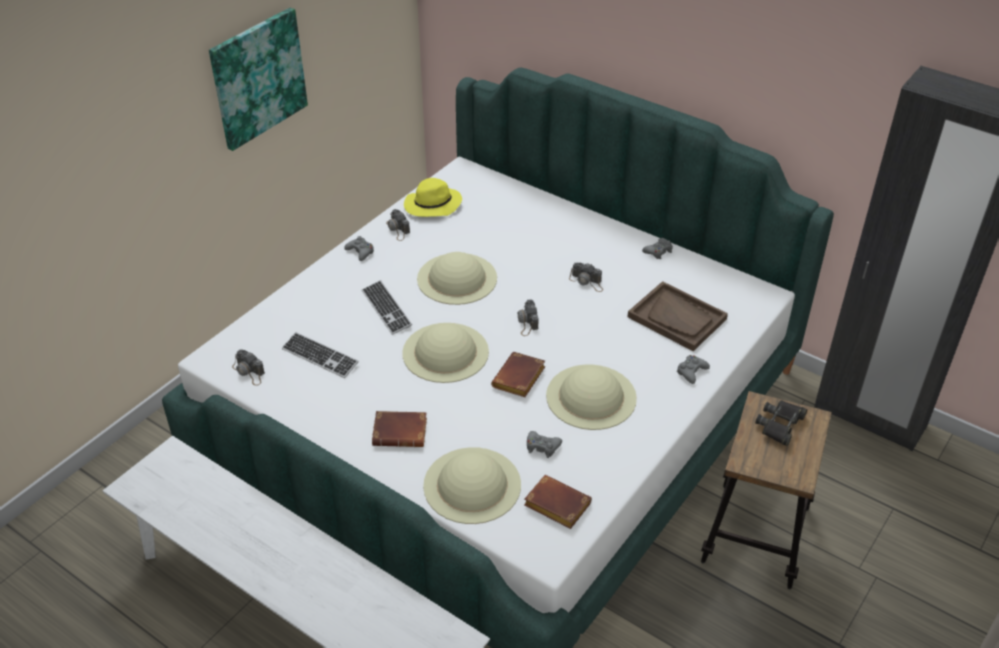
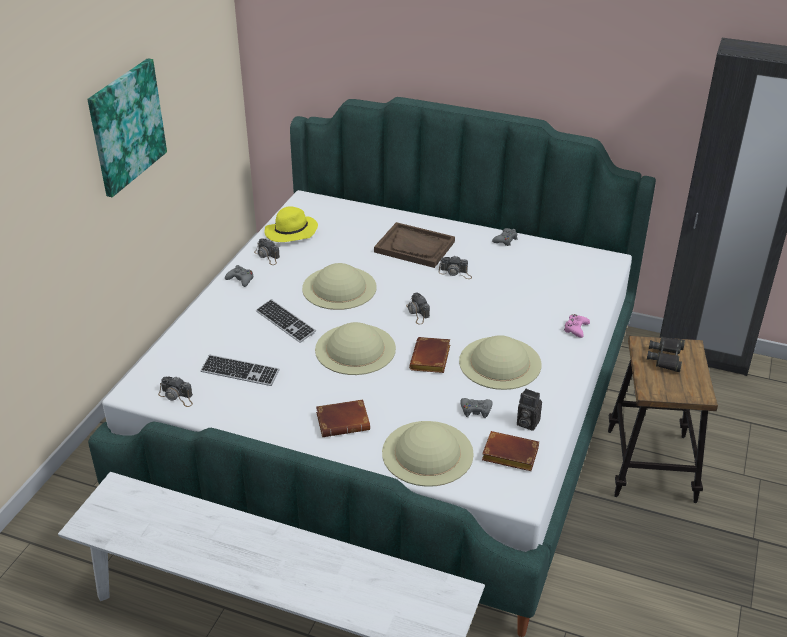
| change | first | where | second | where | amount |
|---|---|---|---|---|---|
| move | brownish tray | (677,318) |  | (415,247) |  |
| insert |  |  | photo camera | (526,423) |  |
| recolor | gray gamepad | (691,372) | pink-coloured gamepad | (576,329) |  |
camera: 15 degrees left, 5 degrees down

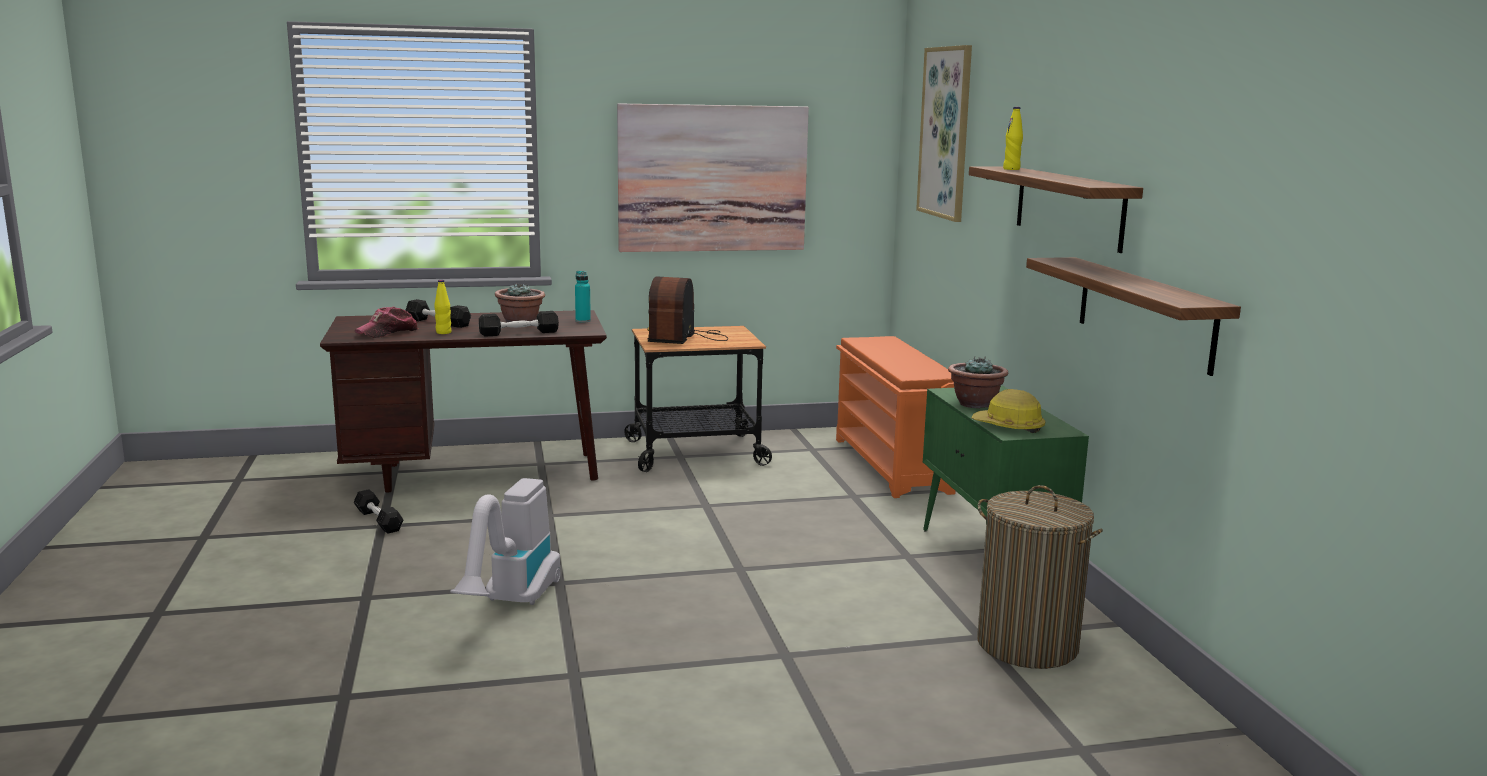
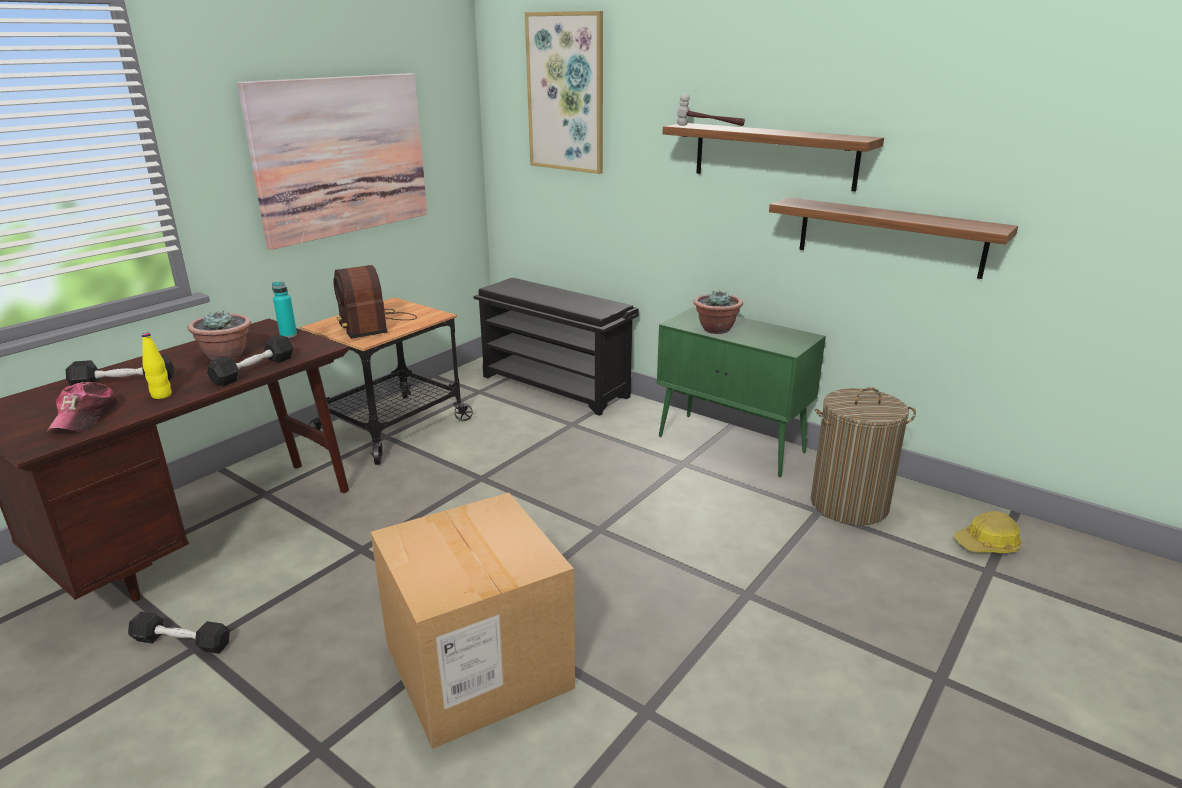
| change | first | where | second | where | amount |
|---|---|---|---|---|---|
| replace | vacuum cleaner | (512,603) | carton | (478,667) |  |
| recolor | orange-coloured shoe rack | (893,465) | black shoe rack | (556,386) |  |
| replace | yellowish beverage bottle | (1011,169) | hand hammer | (709,126) |  |
| move | hard hat | (1008,427) |  | (987,544) |  |
camera: 40 degrees left, 10 degrees up

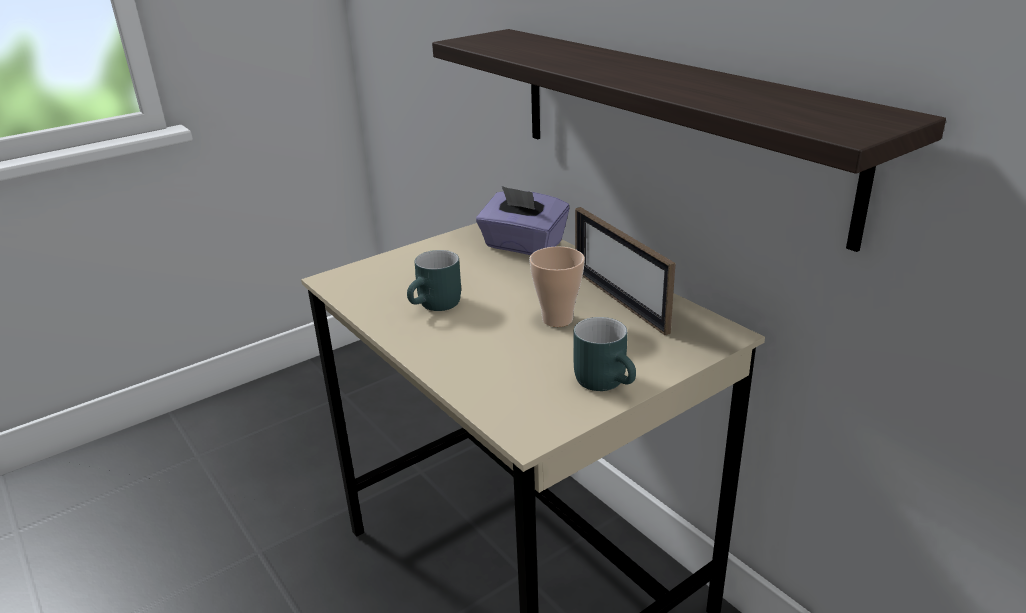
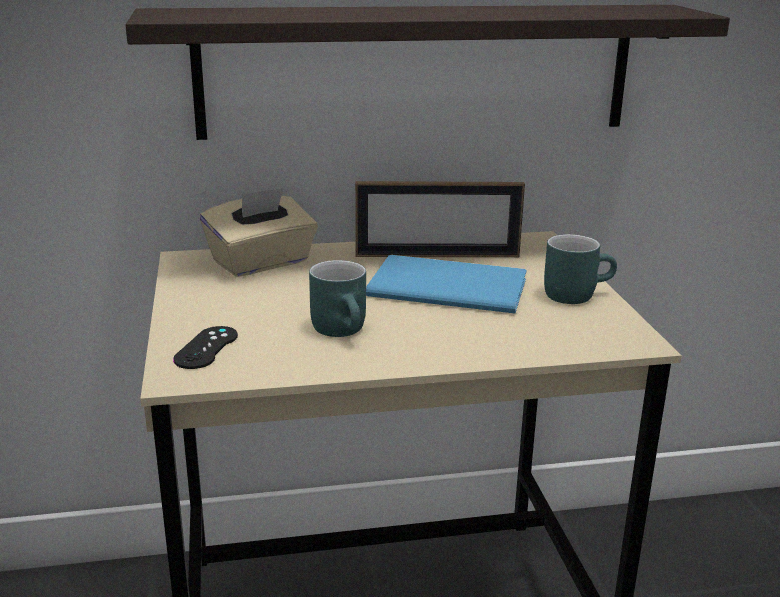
| change | first | where | second | where | amount |
|---|---|---|---|---|---|
| insert |  |  | black gamepad | (206,348) |  |
| recolor | purplish tissue box | (523,246) | beige-coloured tissue box | (262,263) |  |
| replace | cup | (557,319) | blue-coloured volume | (444,285) |  |
camera: 65 degrees left, 5 degrees down

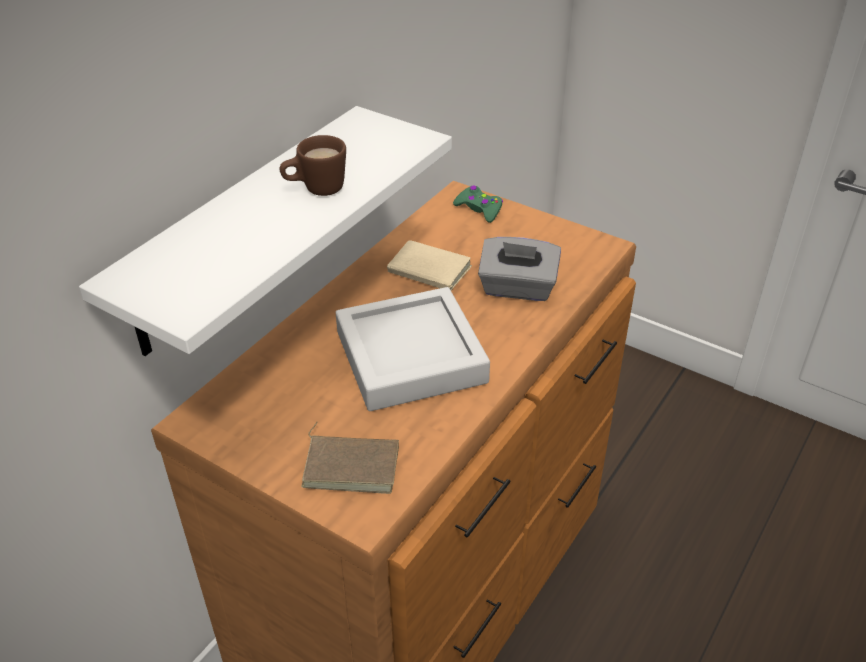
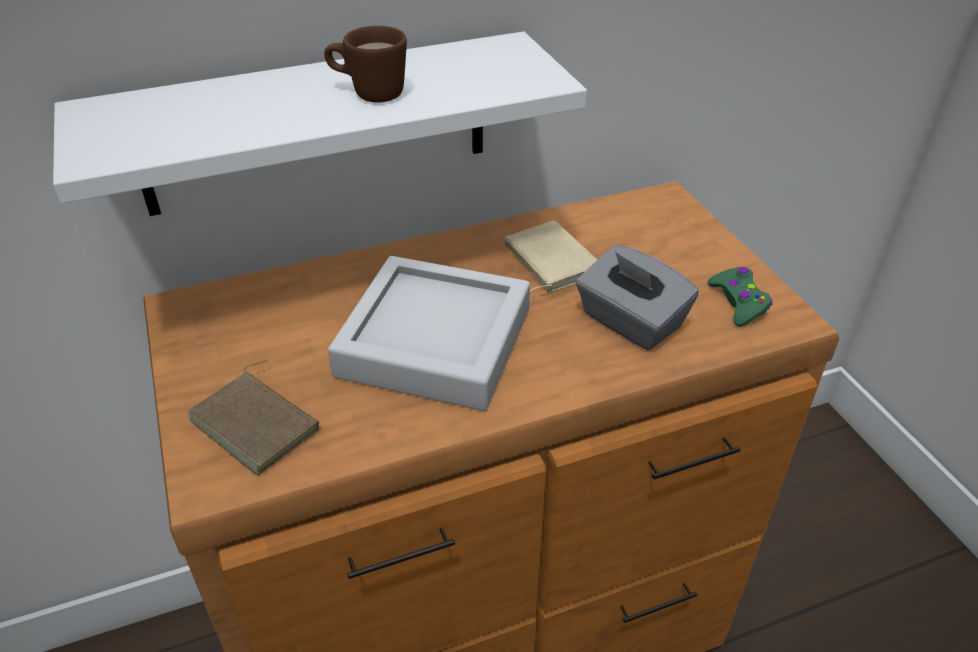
| change | first | where | second | where | amount |
|---|---|---|---|---|---|
| move | green-coloured gamepad | (479,209) |  | (738,302) |  |
camera: 35 degrees right, 0 degrees up

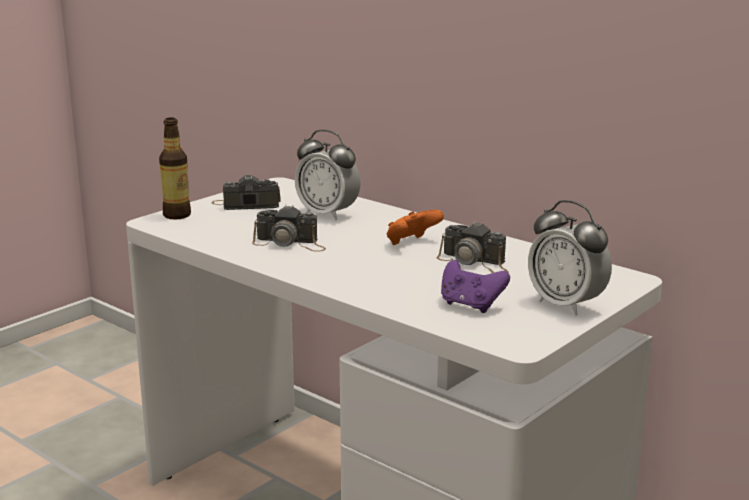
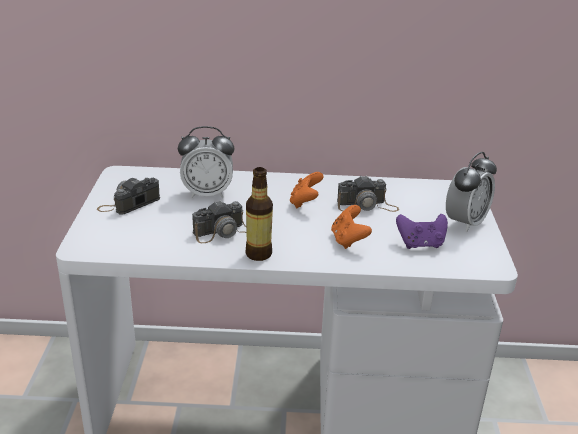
| change | first | where | second | where | amount |
|---|---|---|---|---|---|
| move | beverage bottle | (177,215) |  | (258,254) |  |
| insert |  |  | orange-coloured gamepad | (348,240) |  |
| rotate | alarm clock | (566,305) |  | (465,222) | 60 degrees counterclockwise |
camera: 40 degrees left, 10 degrees up

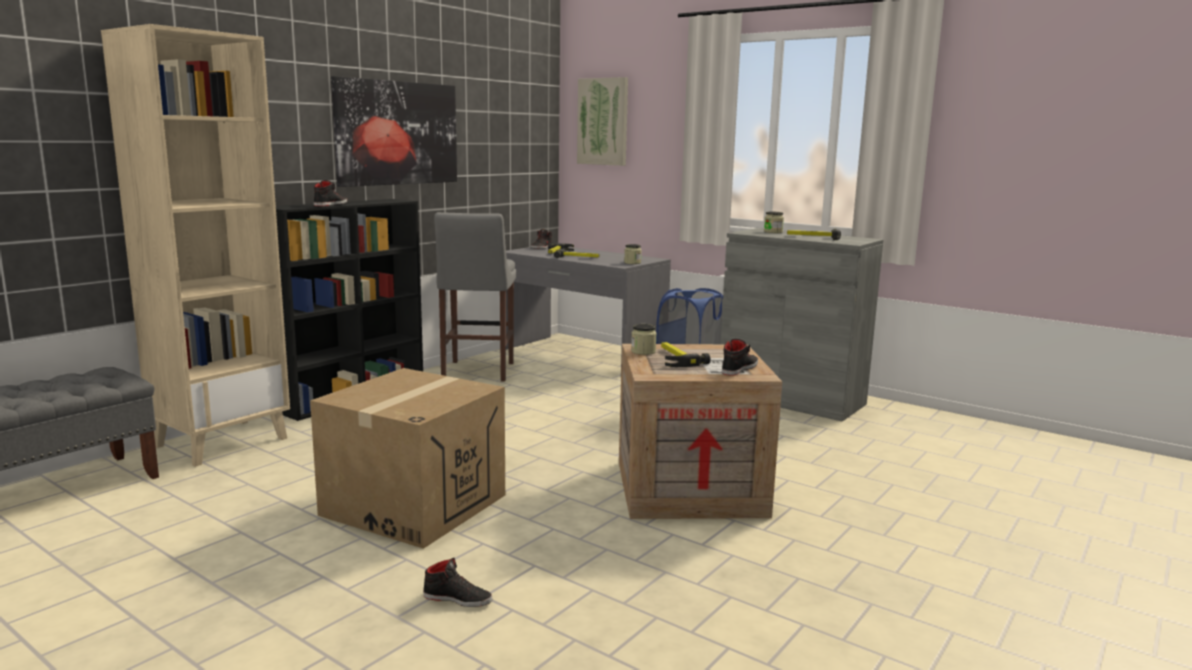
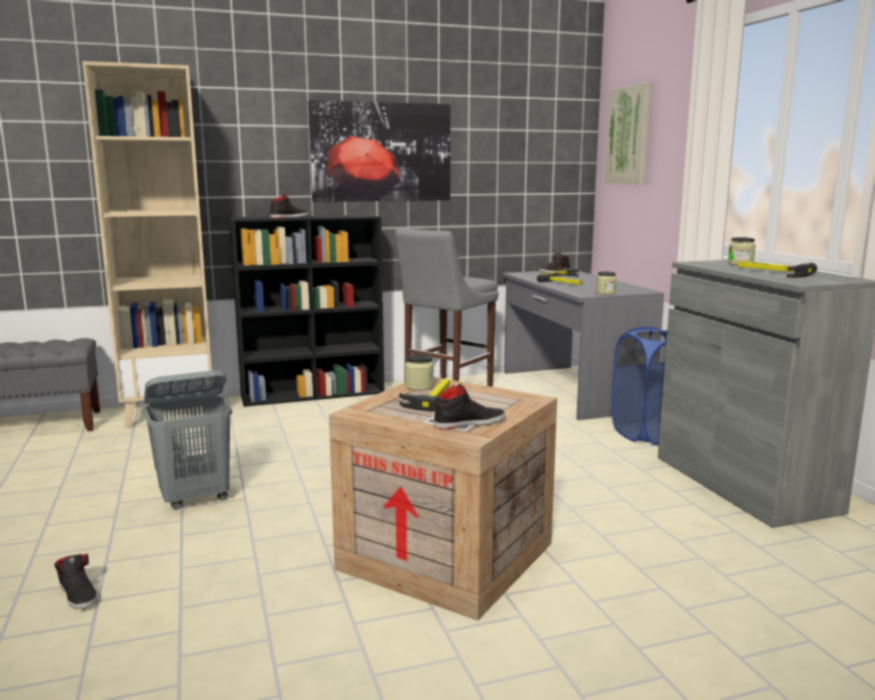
| change | first | where | second | where | amount |
|---|---|---|---|---|---|
| replace | carton | (414,504) | gray washing basket | (196,498) |  |
camera: 35 degrees right, 0 degrees up

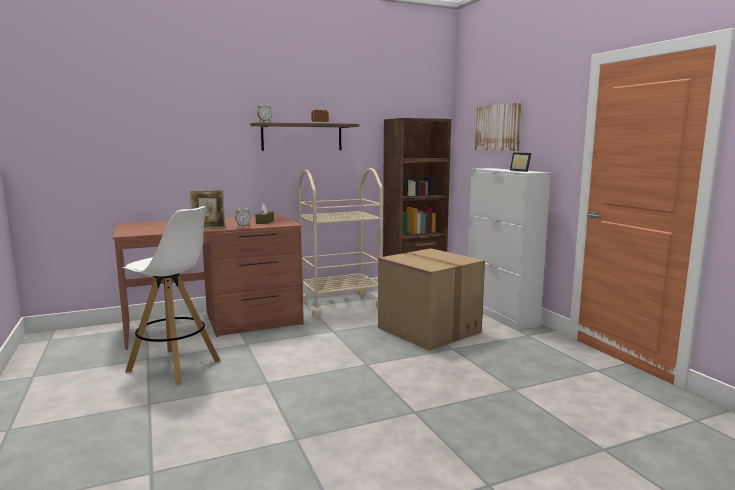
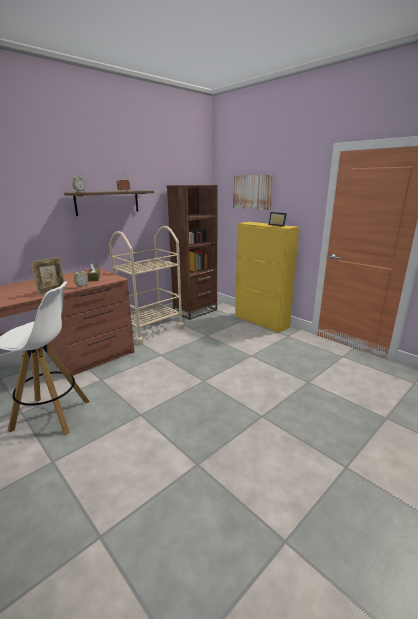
| change | first | where | second | where | amount |
|---|---|---|---|---|---|
| recolor | white storage cabinet | (500,314) | yellowish storage cabinet | (261,321) |  |
| delete | carton | (427,330) |  |  |  |
camera: 20 degrees left, 10 degrees up

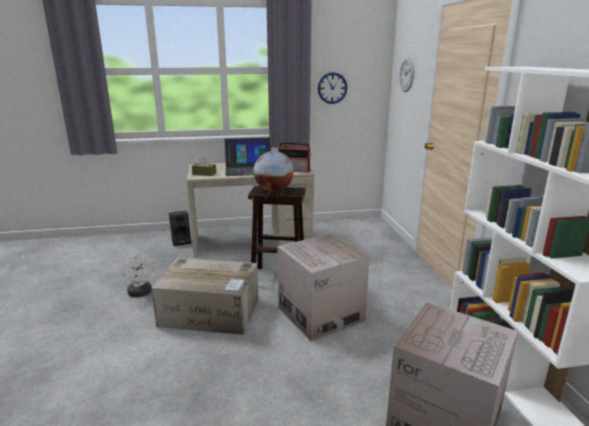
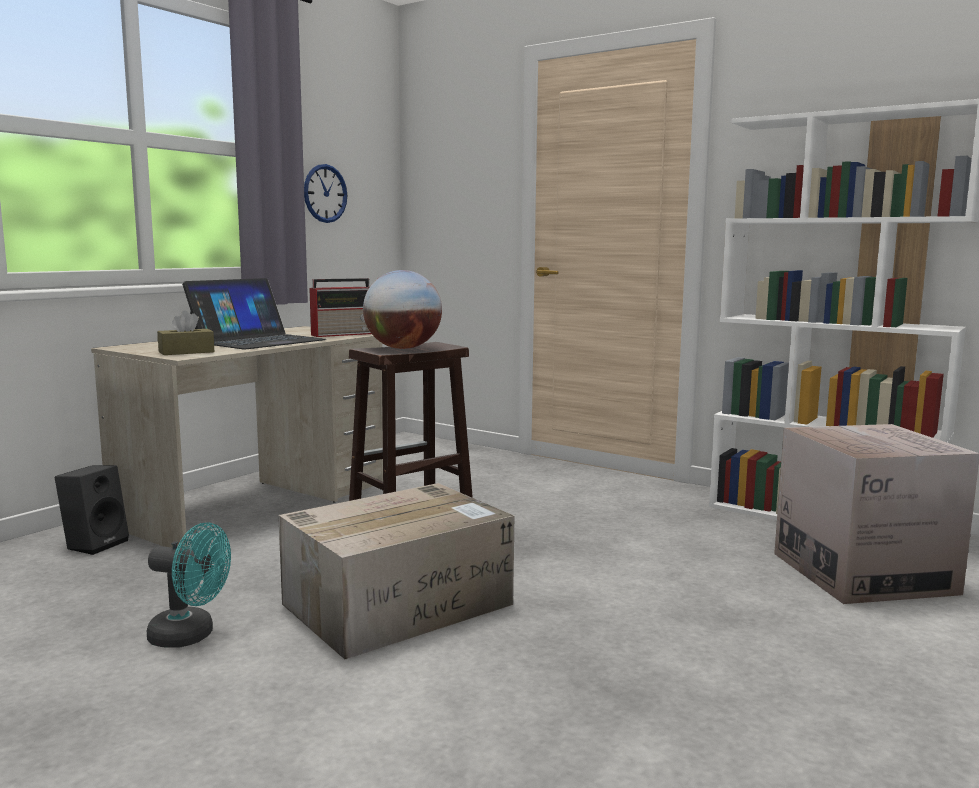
| change | first | where | second | where | amount |
|---|---|---|---|---|---|
| recolor | white cooling fan | (141,293) | blue-green cooling fan | (191,636) |  |
| delete | carton | (320,314) |  |  |  |
| delete | clock on the wall | (406,75) |  |  |  |
camera: 45 degrees left, 10 degrees down

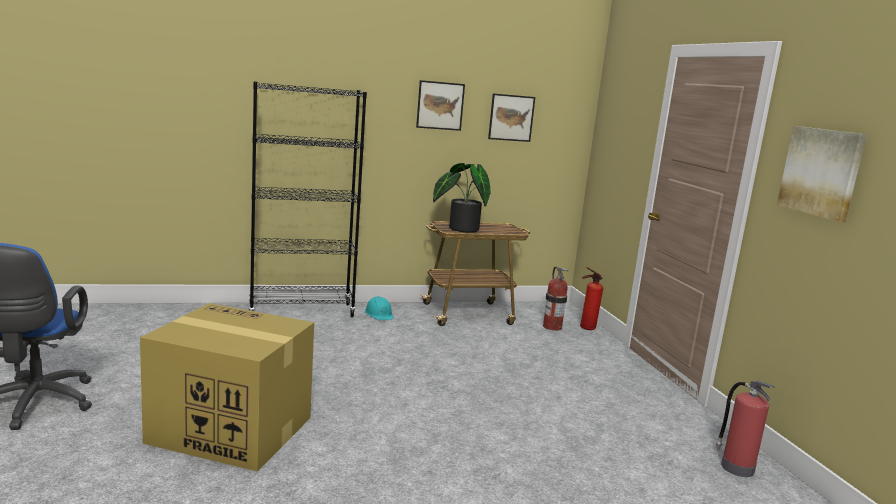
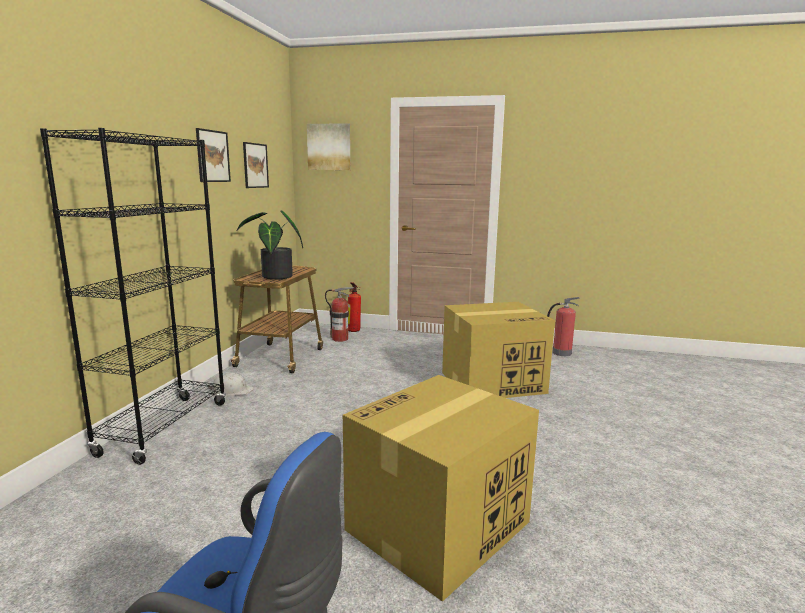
| change | first | where | second | where | amount |
|---|---|---|---|---|---|
| recolor | blue-green hard hat | (379,314) | white hard hat | (231,391) |  |
| move | picture | (821,172) |  | (329,147) |  |
| insert |  |  | carton | (493,382) |  |
camera: 60 degrees left, 0 degrees up

